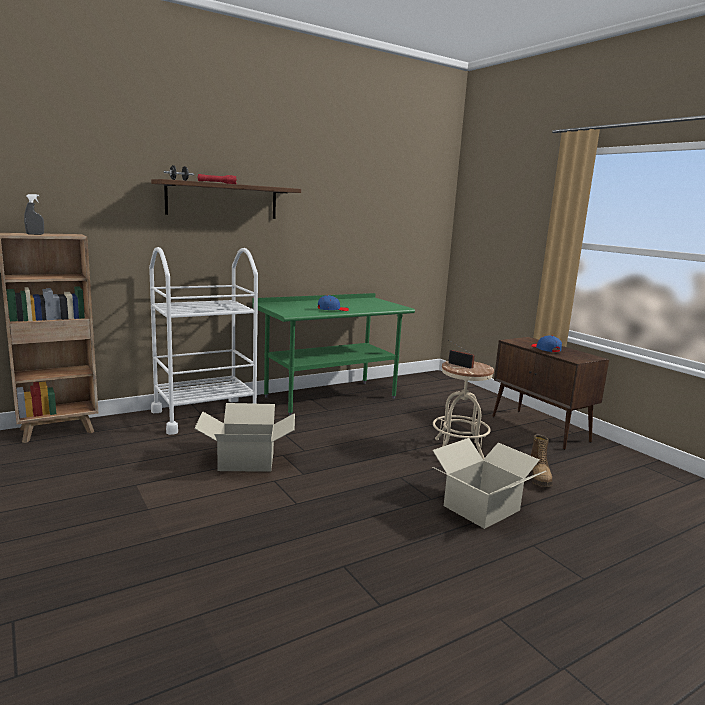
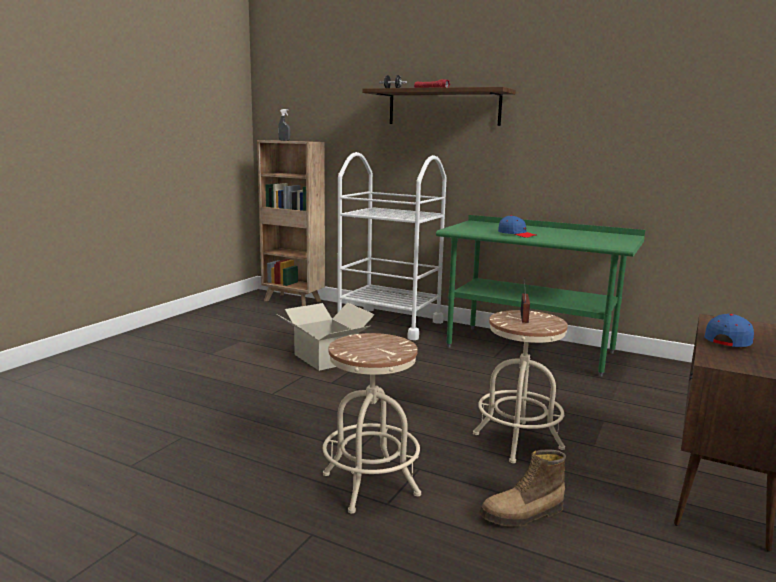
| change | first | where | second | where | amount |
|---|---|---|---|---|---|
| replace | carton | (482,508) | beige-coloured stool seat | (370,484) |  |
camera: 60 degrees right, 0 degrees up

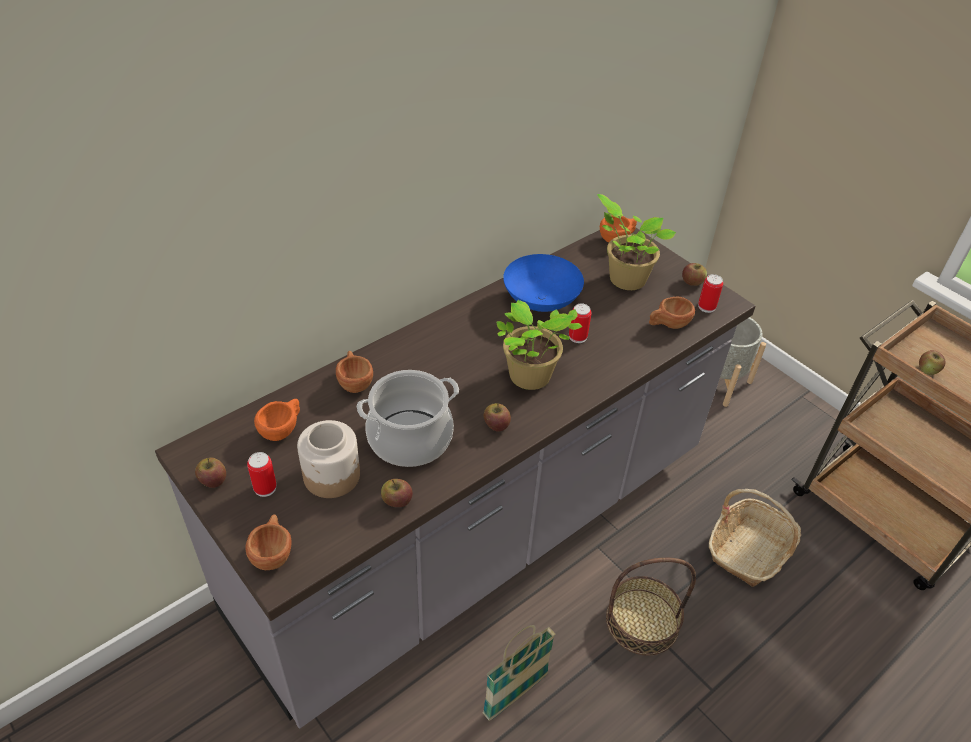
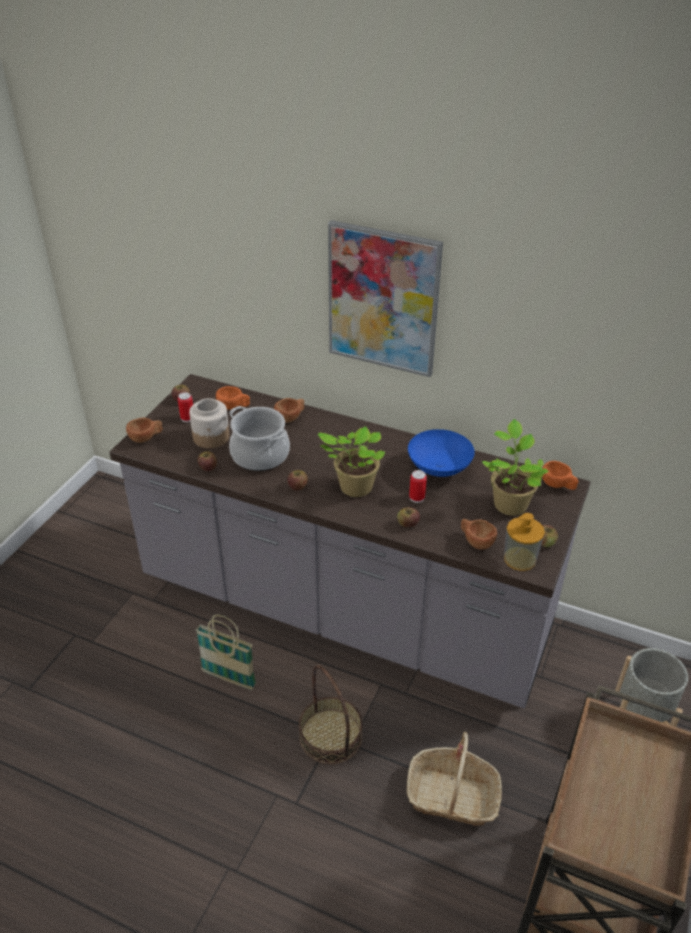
| change | first | where | second | where | amount |
|---|---|---|---|---|---|
| insert |  |  | picture | (383,299) |  |
| move | apple fruit | (927,370) |  | (407,524) |  |
| replace | metal can | (706,307) | soap bottle | (520,559) |  |
camera: 65 degrees right, 5 degrees down

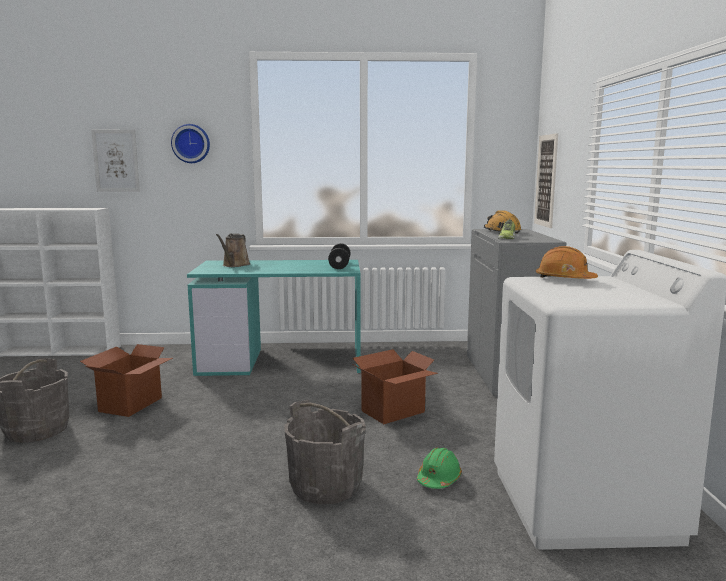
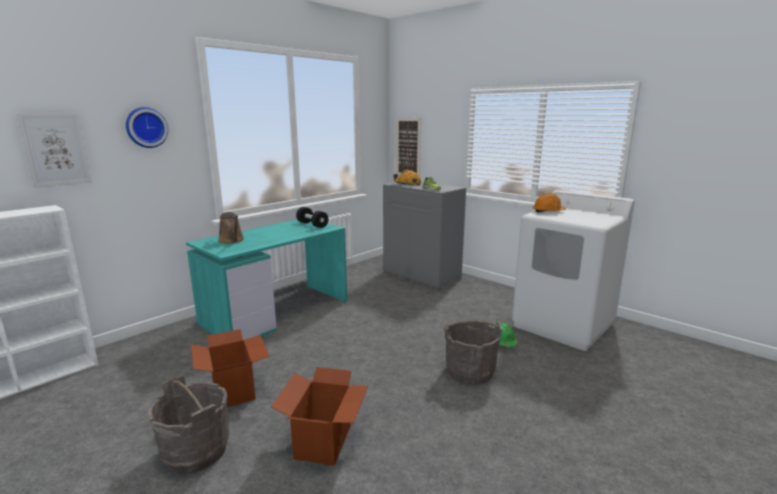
| change | first | where | second | where | amount |
|---|---|---|---|---|---|
| move | carton | (393,412) |  | (324,441) |  |
camera: 45 degrees left, 5 degrees up

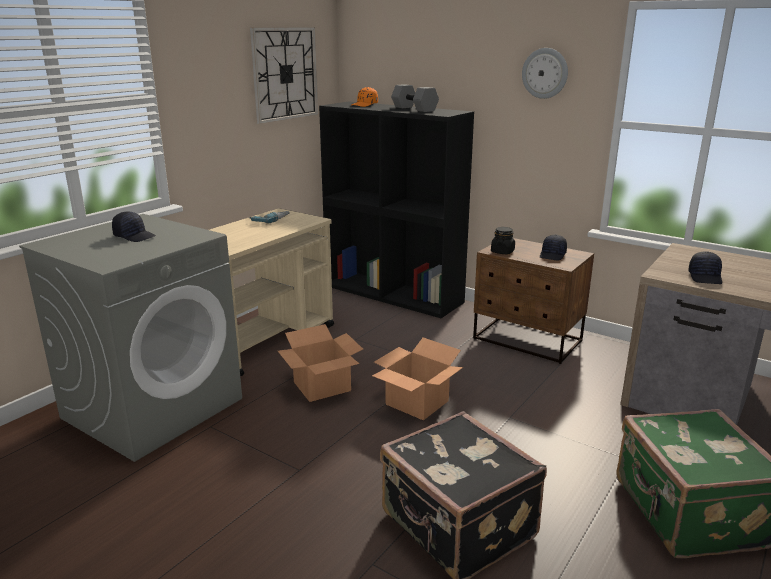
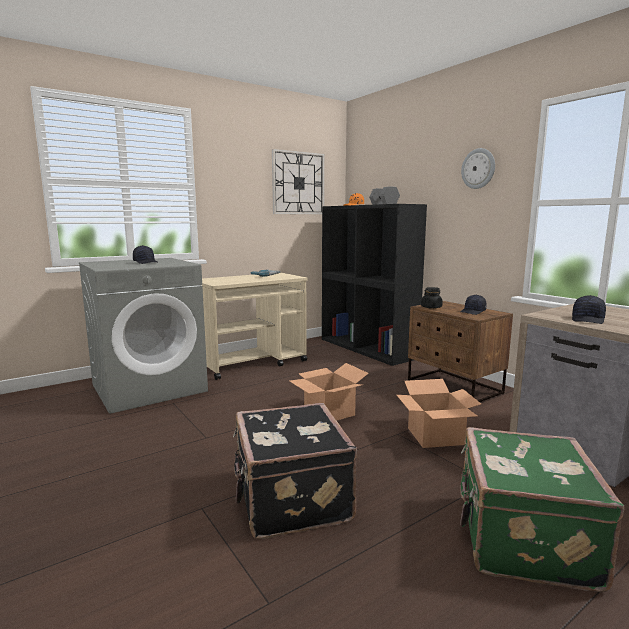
| change | first | where | second | where | amount |
|---|---|---|---|---|---|
| move | carton | (322,386) |  | (436,436) |  |
camera: 20 degrees right, 10 degrees down

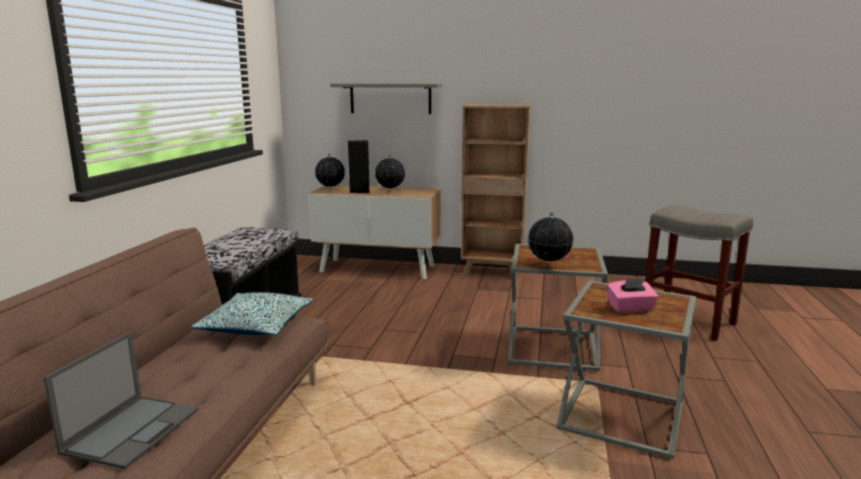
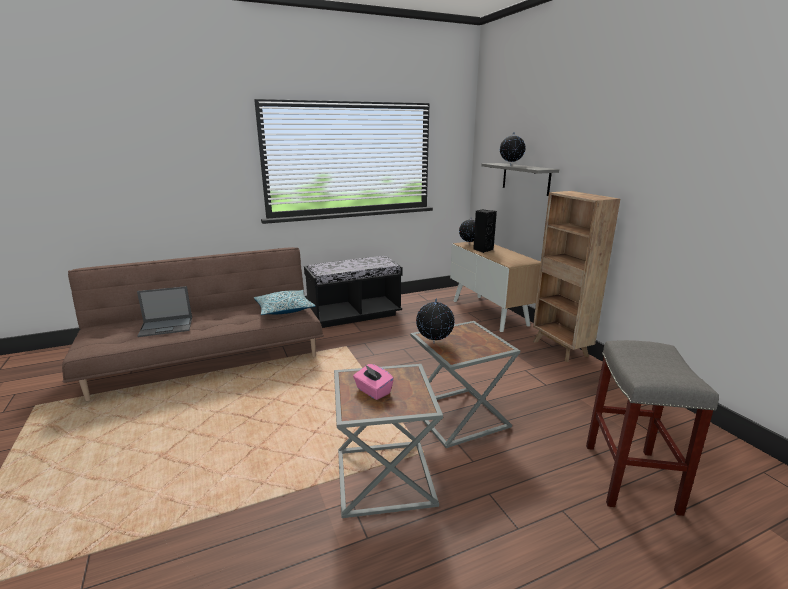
| change | first | where | second | where | amount |
|---|---|---|---|---|---|
| move | world globe | (390,192) |  | (511,165) |  |
camera: 55 degrees right, 5 degrees up

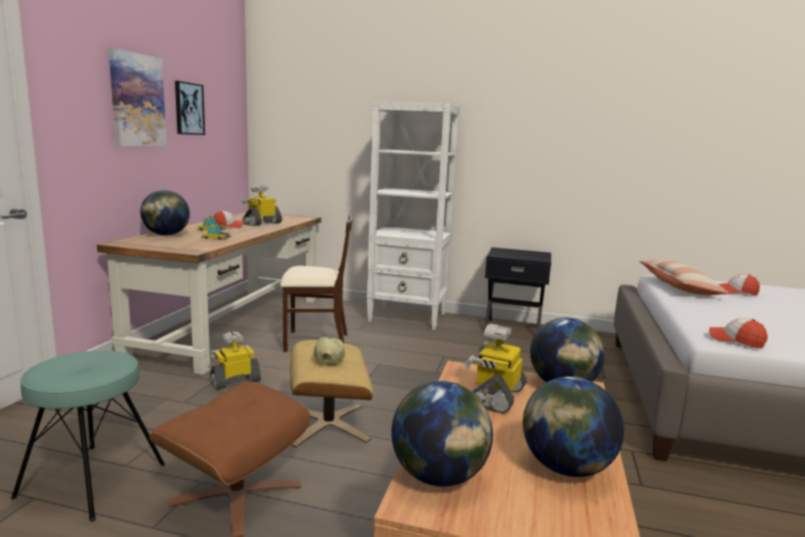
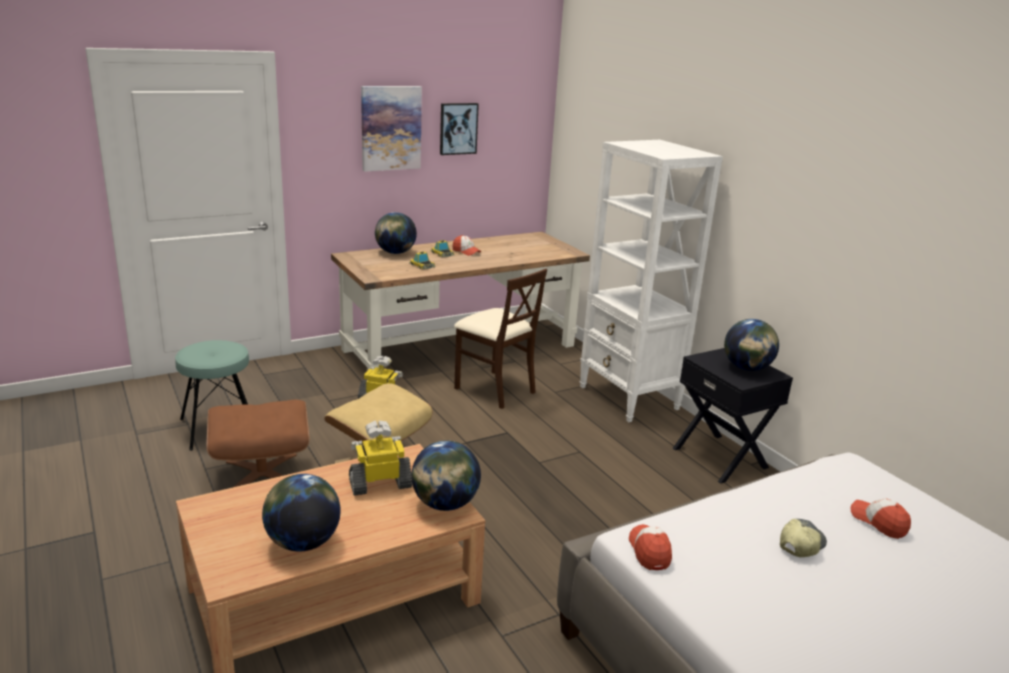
| change | first | where | second | where | amount |
|---|---|---|---|---|---|
| move | world globe | (439,477) |  | (747,368) |  |
| move | cap | (329,357) |  | (800,544) |  |
| delete | toy robot | (262,223) |  |  |  |
| delete | throw pillow | (679,287) |  |  |  |
camera: 45 degrees right, 10 degrees up

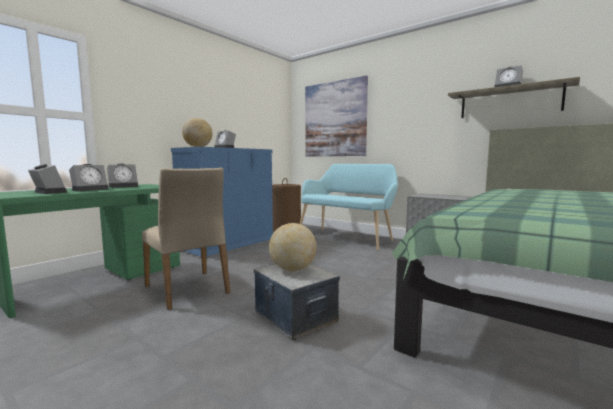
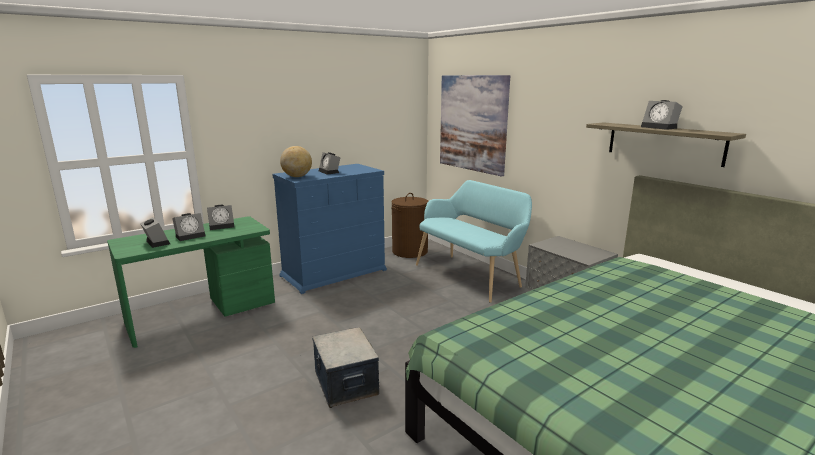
| change | first | where | second | where | amount |
|---|---|---|---|---|---|
| delete | beige-coloured plain chair | (188,289) |  |  |  |
| delete | world globe | (292,269) |  |  |  |
camera: 15 degrees right, 10 degrees up

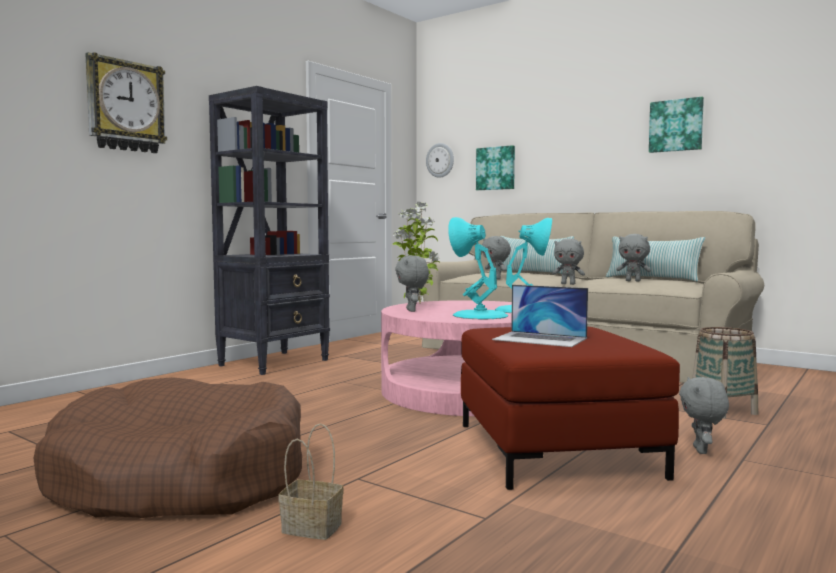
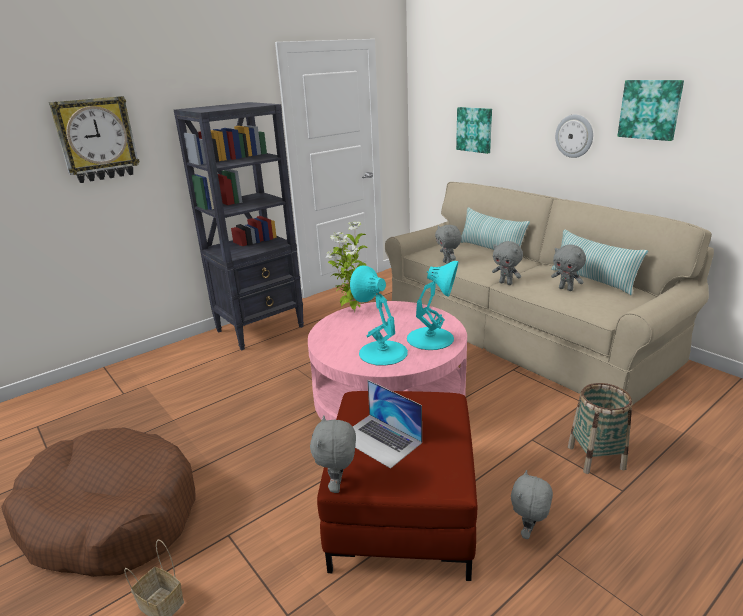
| change | first | where | second | where | amount |
|---|---|---|---|---|---|
| move | gray plush toy | (412,310) |  | (338,485) |  |
| move | clock on the wall | (440,160) |  | (574,136) |  |
camera: 15 degrees right, 20 degrees up

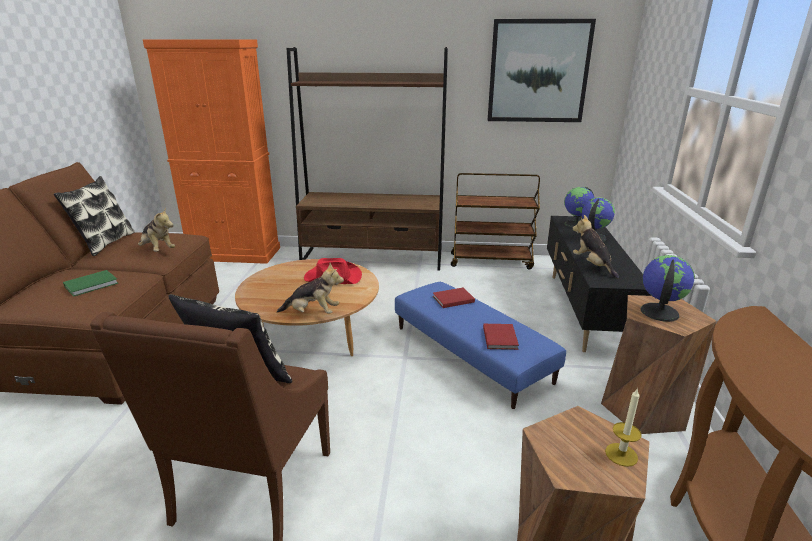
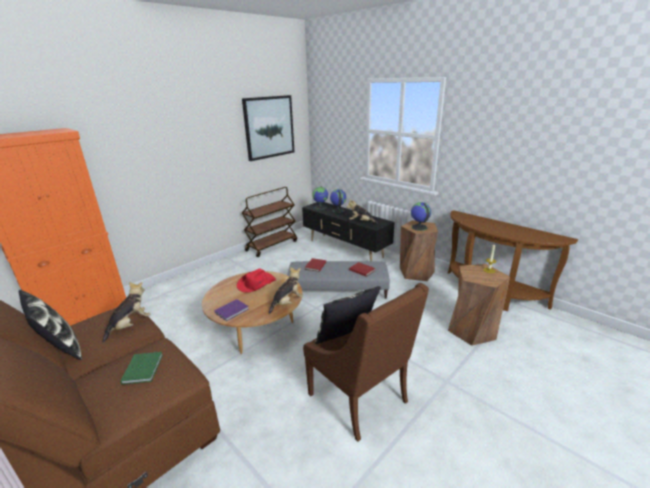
| change | first | where | second | where | amount |
|---|---|---|---|---|---|
| rotate | plush toy | (157,250) |  | (130,325) | 45 degrees counterclockwise |
| insert |  |  | purplish volume | (233,311) |  |
| recolor | blue-coloured ottoman | (471,353) | gray ottoman | (337,289) |  |
| delete | brownish shelving unit | (372,258) |  |  |  |
camera: 50 degrees left, 0 degrees up

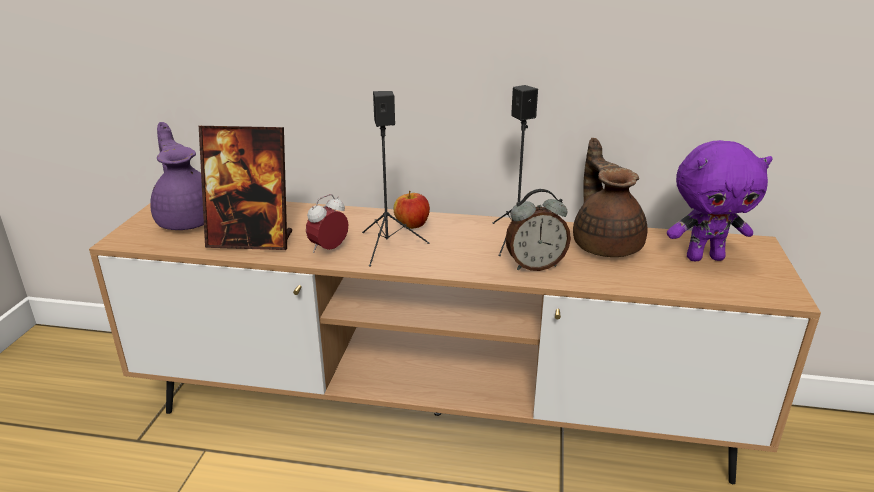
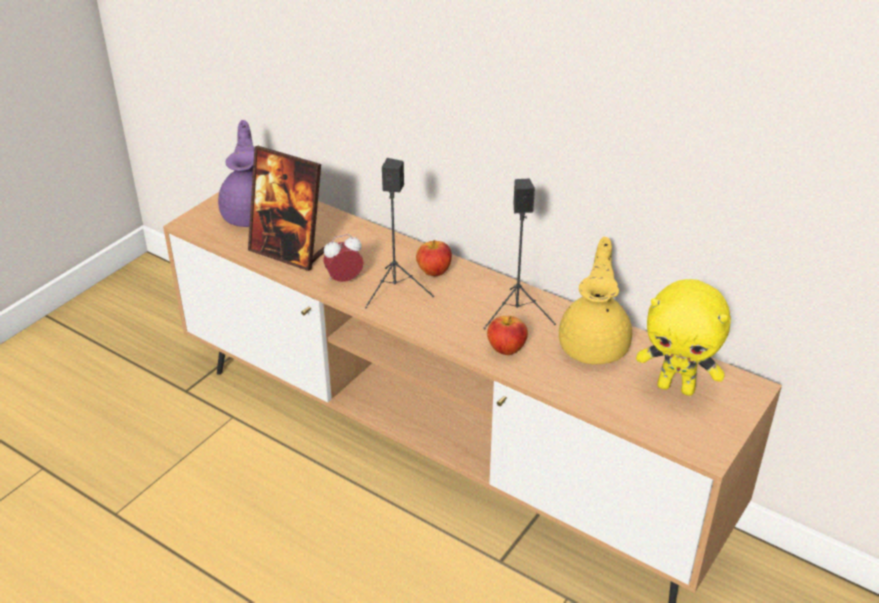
| change | first | where | second | where | amount |
|---|---|---|---|---|---|
| replace | alarm clock | (535,265) | apple fruit | (506,349) |  |
| recolor | brownish tea pot | (606,244) | yellowish tea pot | (595,344) |  |
| recolor | purplish plush toy | (704,257) | yellowish plush toy | (676,387) |  |
camera: 25 degrees right, 10 degrees up

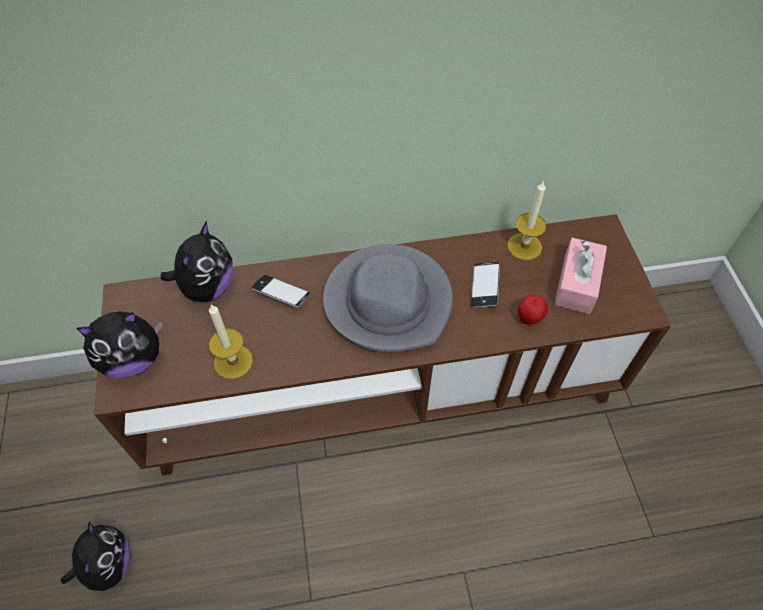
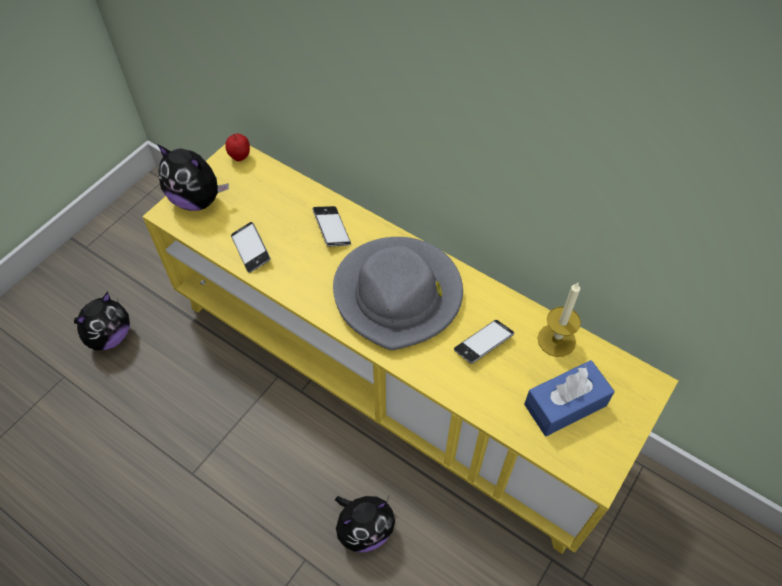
| change | first | where | second | where | amount |
|---|---|---|---|---|---|
| recolor | brownish tv stand | (381,388) | yellowish tv stand | (391,378) |  |
| move | apple fruit | (529,319) |  | (240,158) |  |
| replace | candle | (233,362) | handset | (251,250) |  |
| move | plush toy | (207,287) |  | (364,529) |  |
| recolor | pink-coloured tissue box | (577,283) | blue-coloured tissue box | (565,405) |  |
camera: 45 degrees right, 0 degrees up

